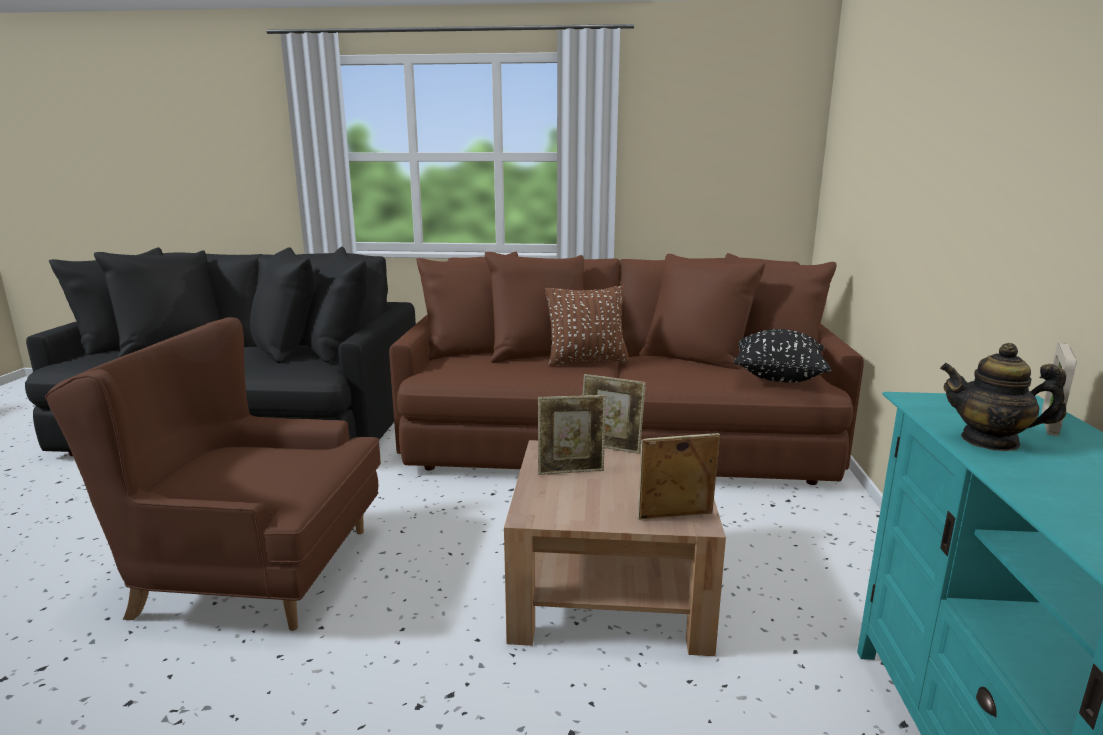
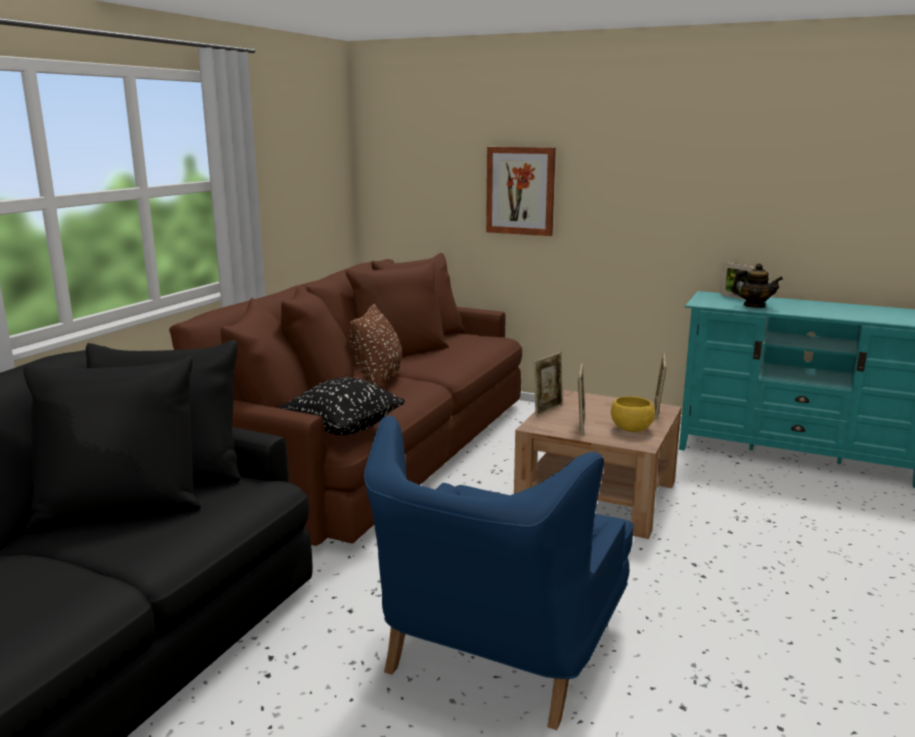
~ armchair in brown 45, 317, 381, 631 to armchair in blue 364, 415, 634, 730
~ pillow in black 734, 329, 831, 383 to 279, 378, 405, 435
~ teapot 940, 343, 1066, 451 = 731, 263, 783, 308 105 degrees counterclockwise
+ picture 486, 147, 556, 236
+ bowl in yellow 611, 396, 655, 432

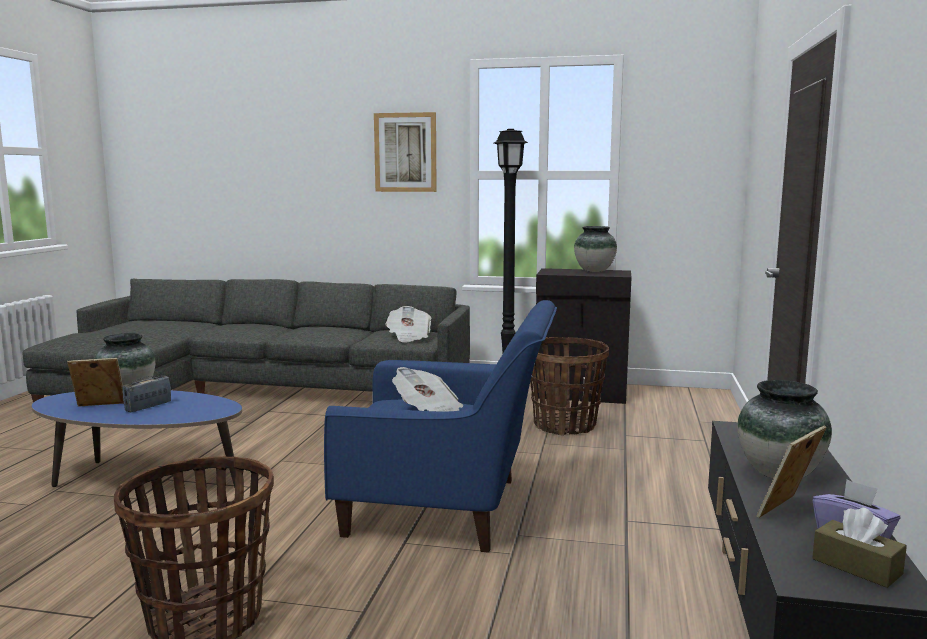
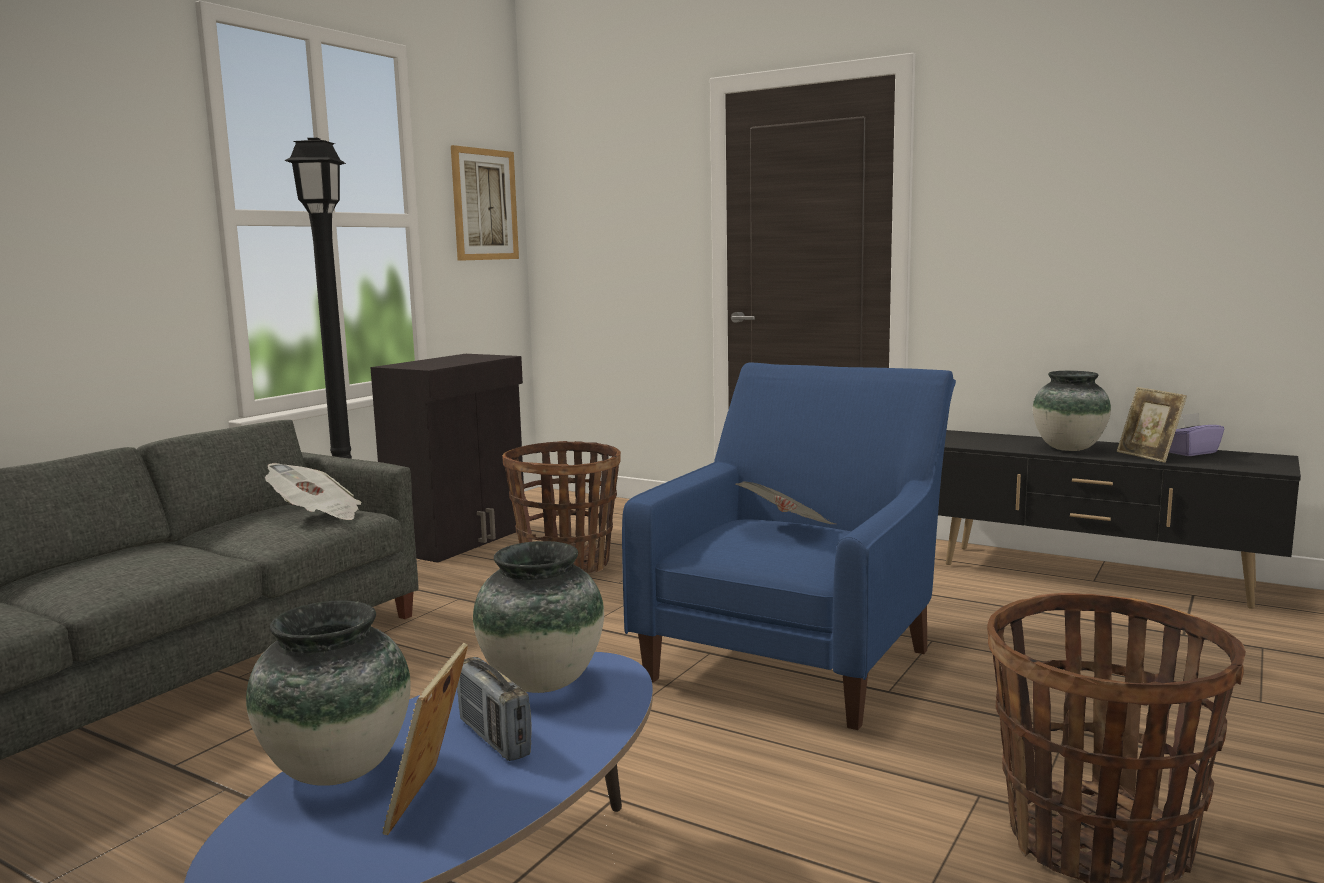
~ picture 374, 112, 437, 192 to 451, 145, 519, 261
~ vase 574, 226, 617, 272 to 473, 541, 604, 693
- tissue box in brown 812, 507, 907, 588

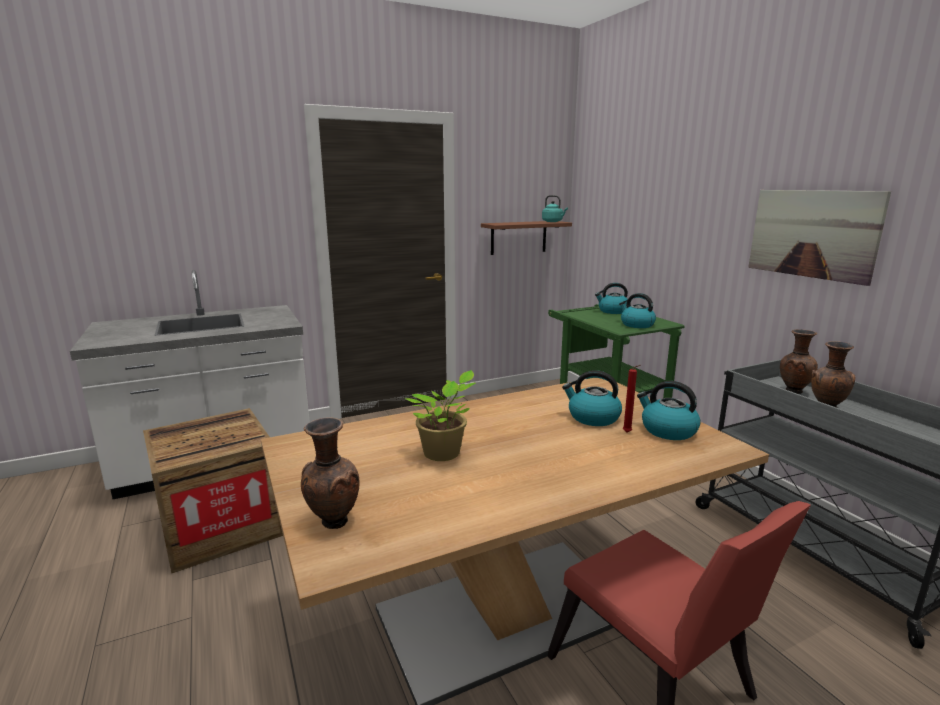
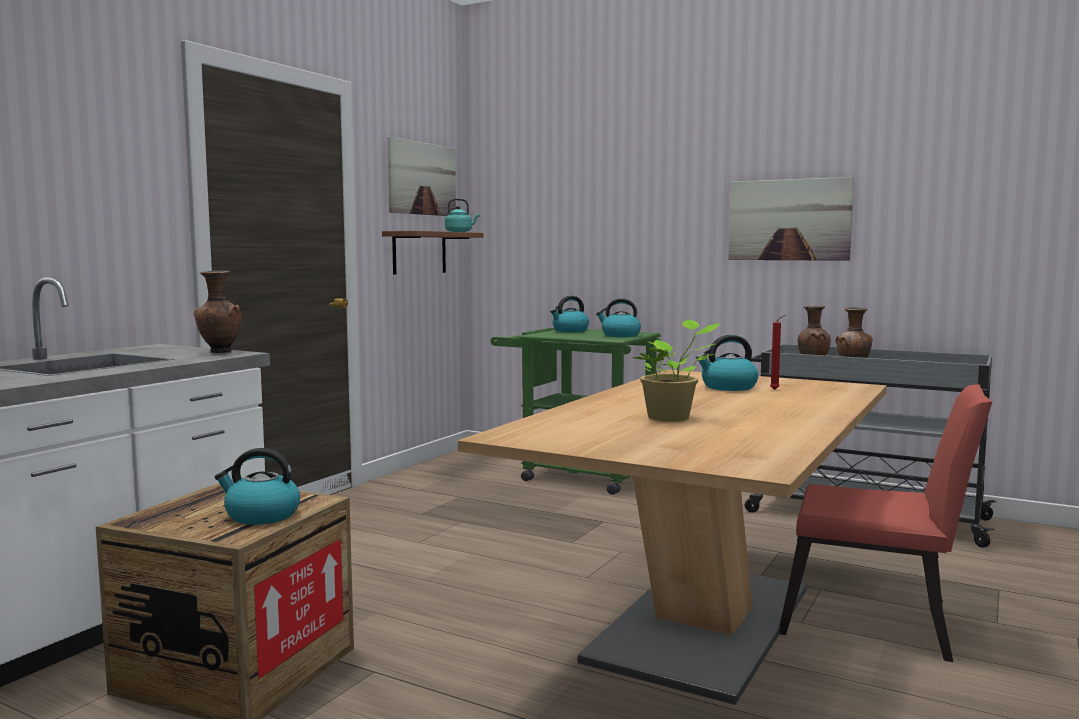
~ kettle 637, 381, 701, 440 to 215, 448, 300, 525
~ vase in brown 301, 417, 360, 529 to 194, 271, 242, 353
+ picture 387, 137, 456, 216

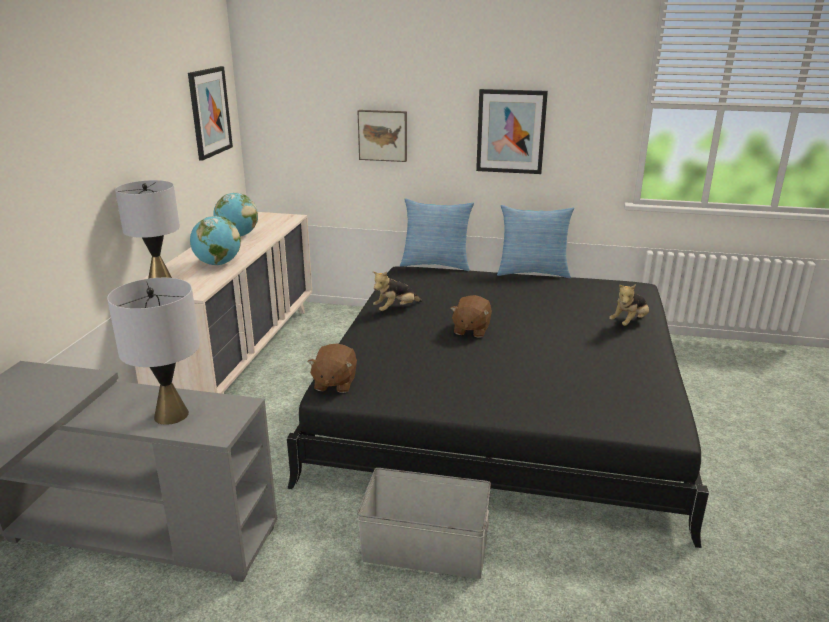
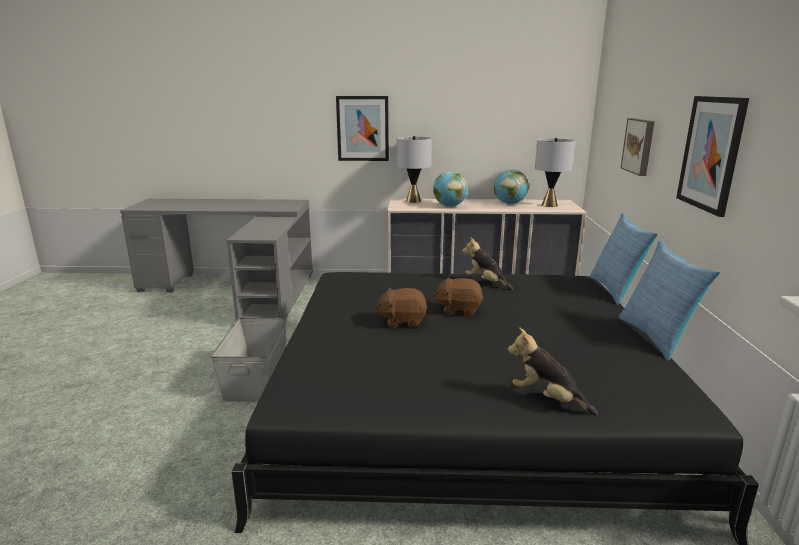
~ picture 188, 66, 233, 161 to 336, 96, 389, 161
~ table lamp in grey 107, 278, 200, 425 to 535, 138, 575, 207
~ plush toy in brown 308, 344, 357, 393 to 375, 288, 428, 328

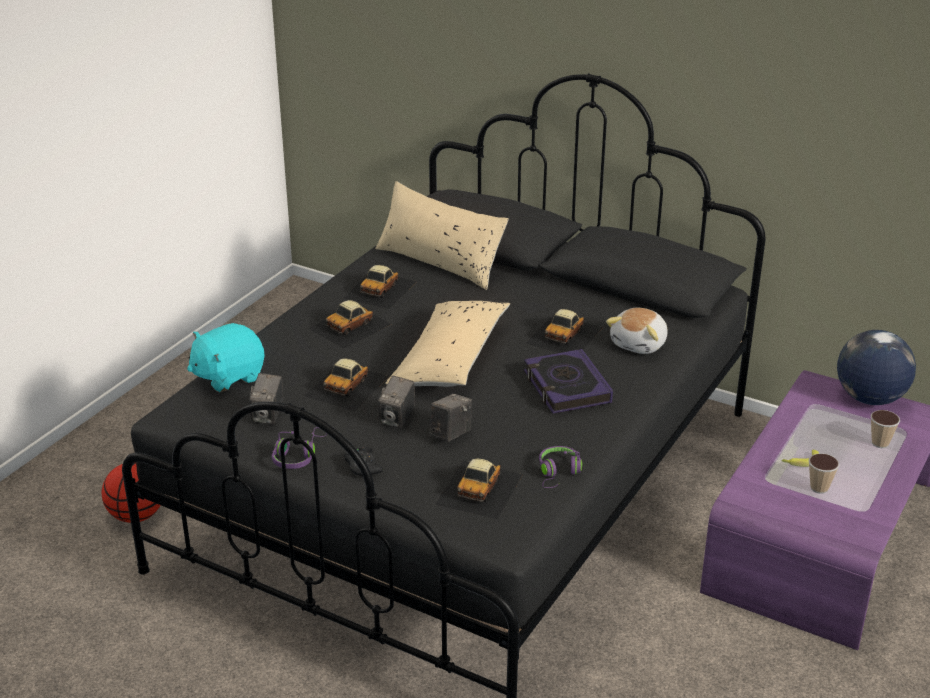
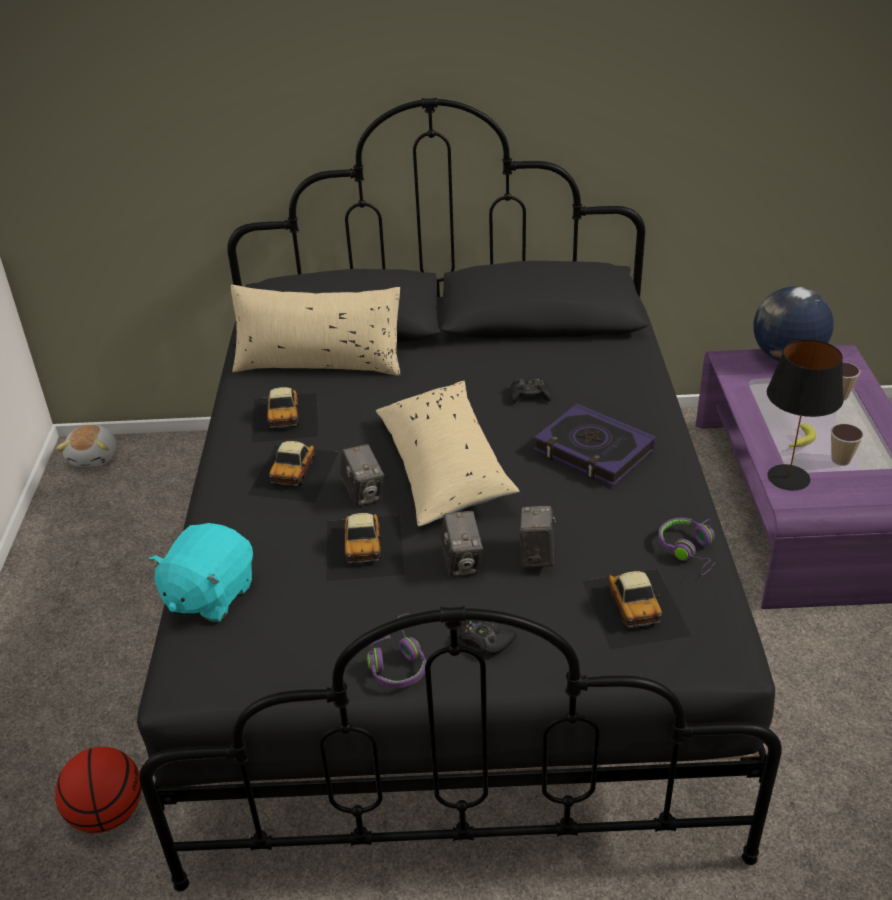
~ plush toy 606, 308, 668, 354 to 56, 425, 116, 467
~ toy car 526, 309, 603, 353 to game controller in black 510, 377, 552, 403
~ photo camera 249, 373, 283, 425 to 340, 444, 384, 507
+ table lamp in black 767, 339, 844, 490

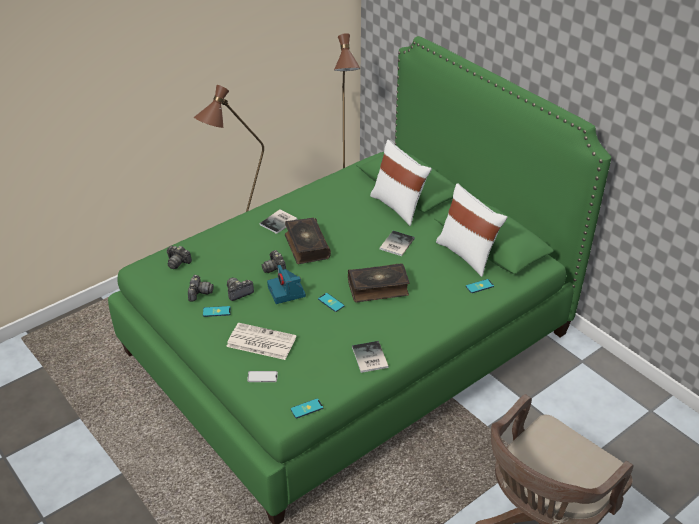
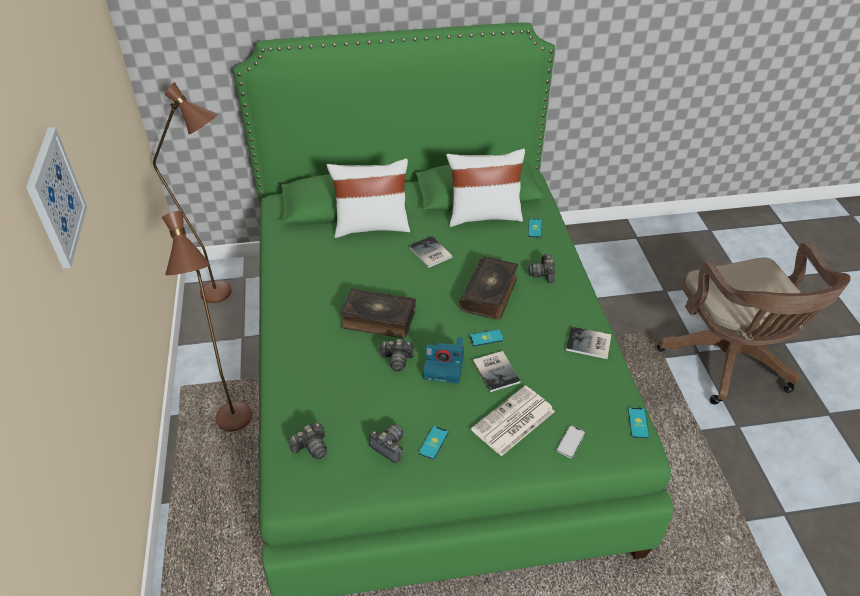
~ book 259, 209, 297, 234 to 473, 351, 521, 392
~ photo camera 227, 278, 254, 301 to 528, 254, 555, 283
+ picture 26, 127, 87, 269

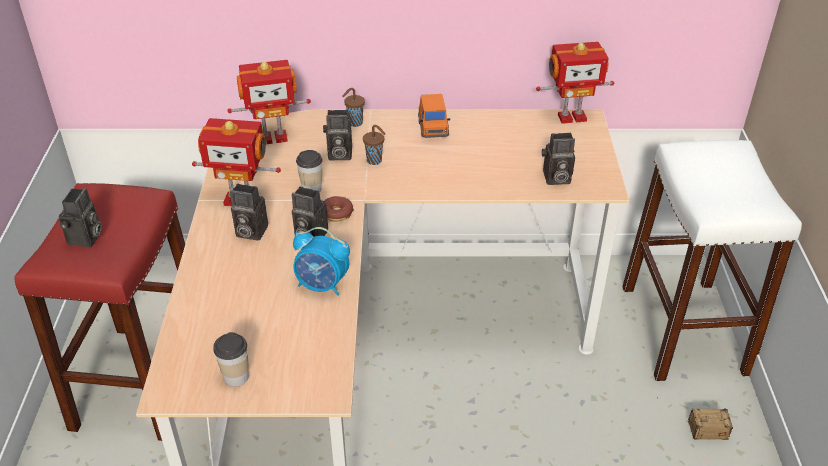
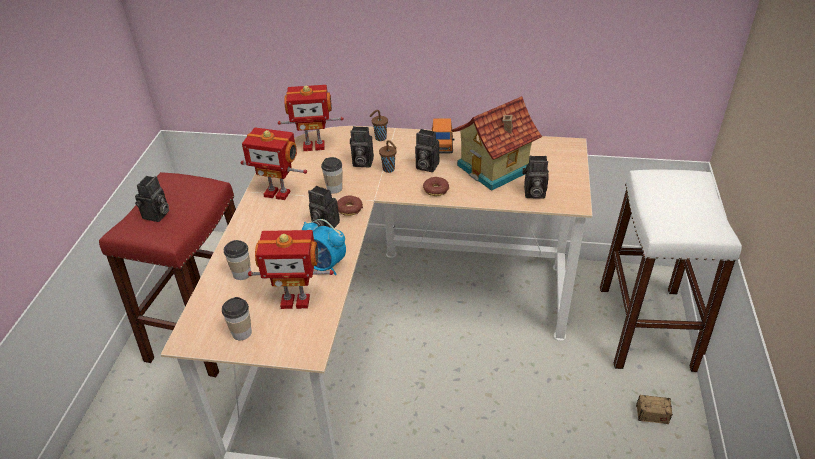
~ toy robot 536, 42, 614, 124 to 248, 230, 334, 309
~ photo camera 230, 183, 268, 241 to 415, 129, 439, 172
+ toy house 452, 96, 542, 191
+ donut 423, 177, 449, 196
+ cup 224, 240, 251, 280

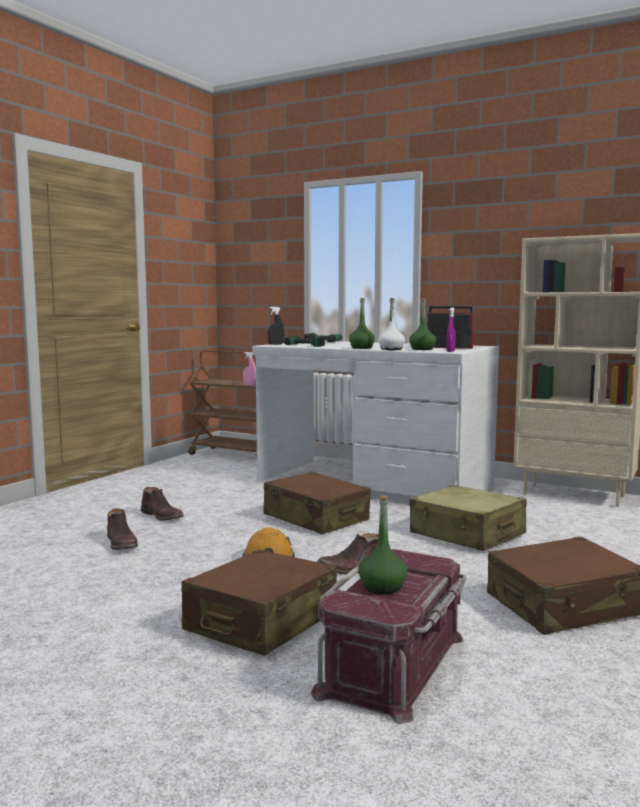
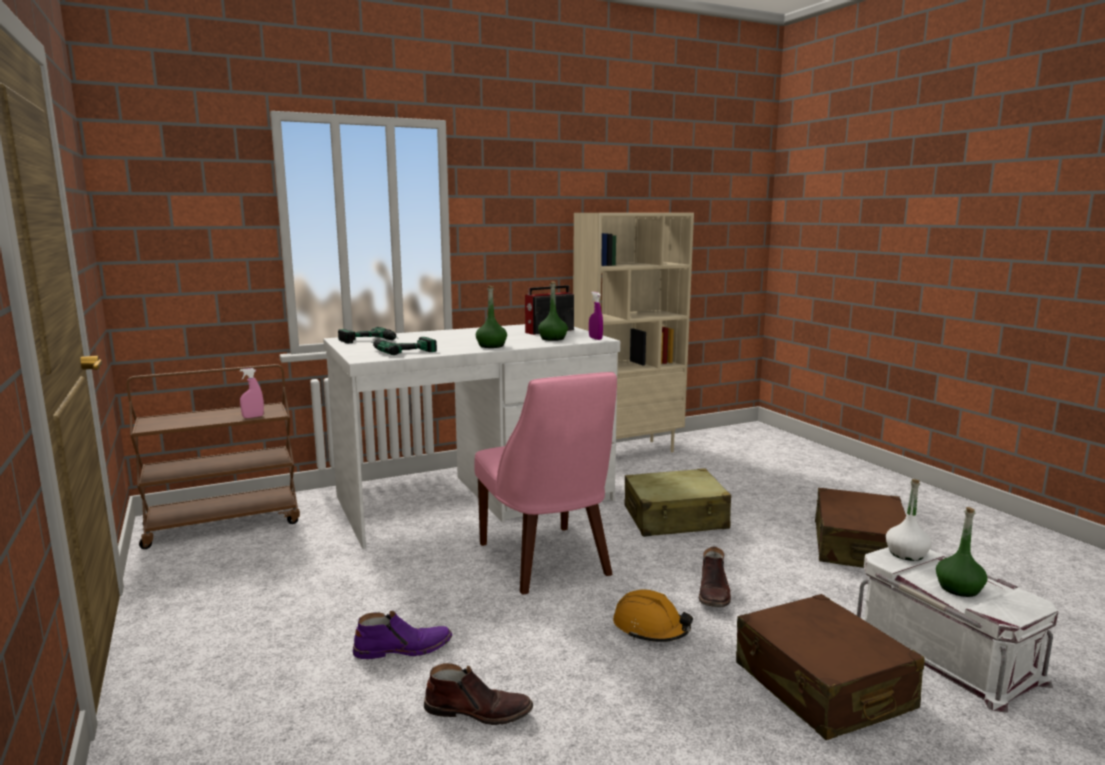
~ bottle in white 378, 298, 405, 350 to 886, 479, 932, 561
- spray bottle in black 268, 307, 284, 345
~ suitcase in brown 264, 472, 371, 534 to chair in pink 474, 372, 617, 595
~ boot in brown 141, 487, 184, 521 to boot in purple 353, 611, 452, 659
~ storage box in red 311, 549, 467, 724 to storage box in white 857, 547, 1058, 713

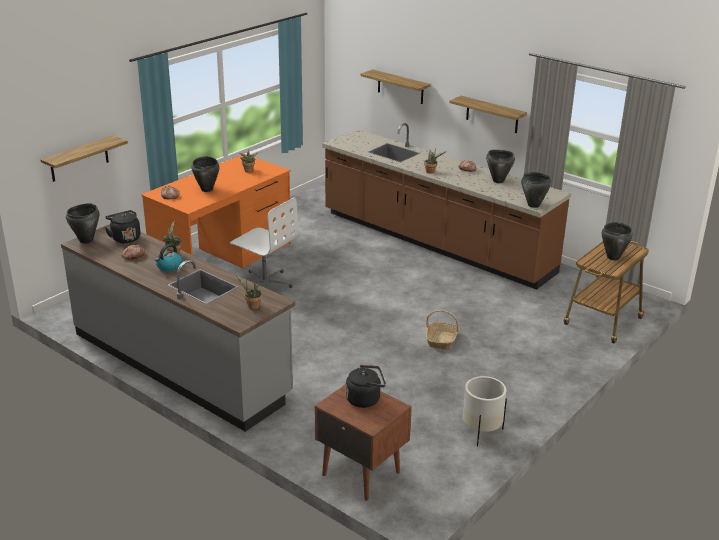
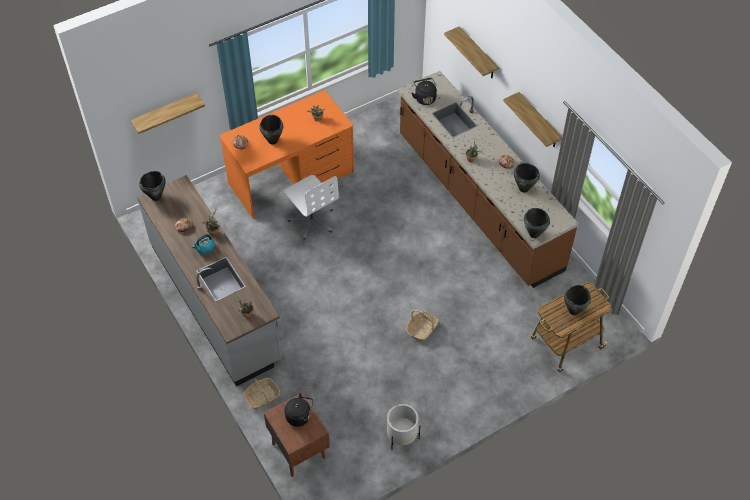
~ kettle in black 105, 210, 141, 244 to 412, 78, 437, 105
+ basket 243, 378, 280, 409

